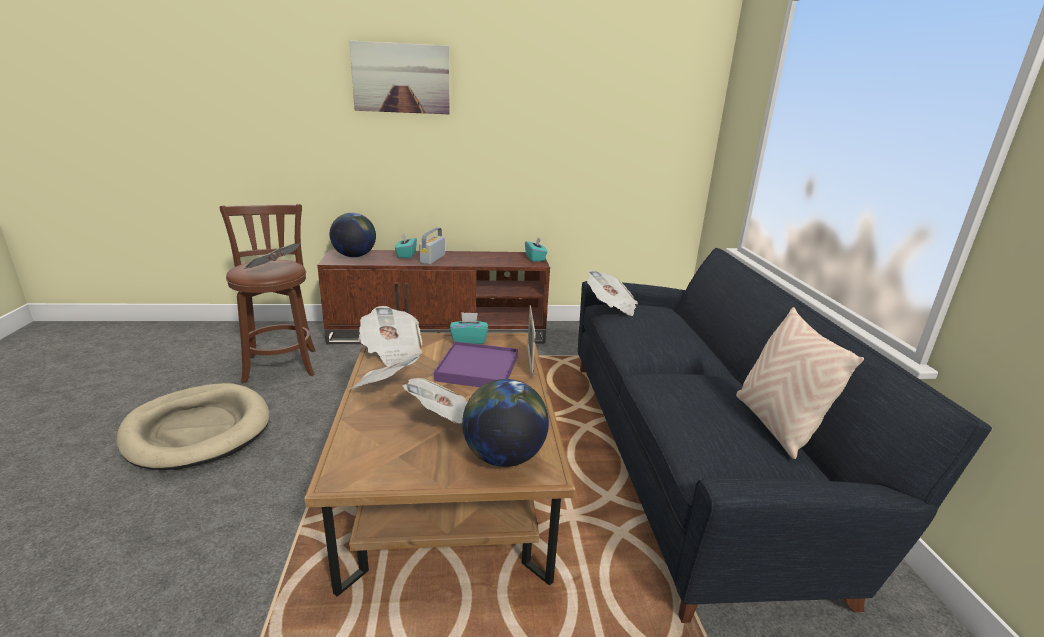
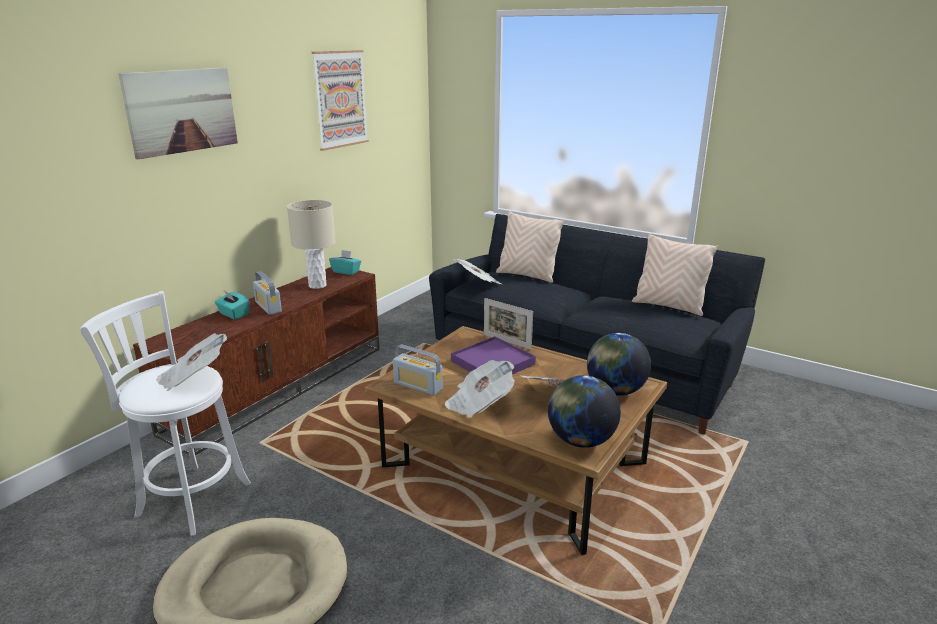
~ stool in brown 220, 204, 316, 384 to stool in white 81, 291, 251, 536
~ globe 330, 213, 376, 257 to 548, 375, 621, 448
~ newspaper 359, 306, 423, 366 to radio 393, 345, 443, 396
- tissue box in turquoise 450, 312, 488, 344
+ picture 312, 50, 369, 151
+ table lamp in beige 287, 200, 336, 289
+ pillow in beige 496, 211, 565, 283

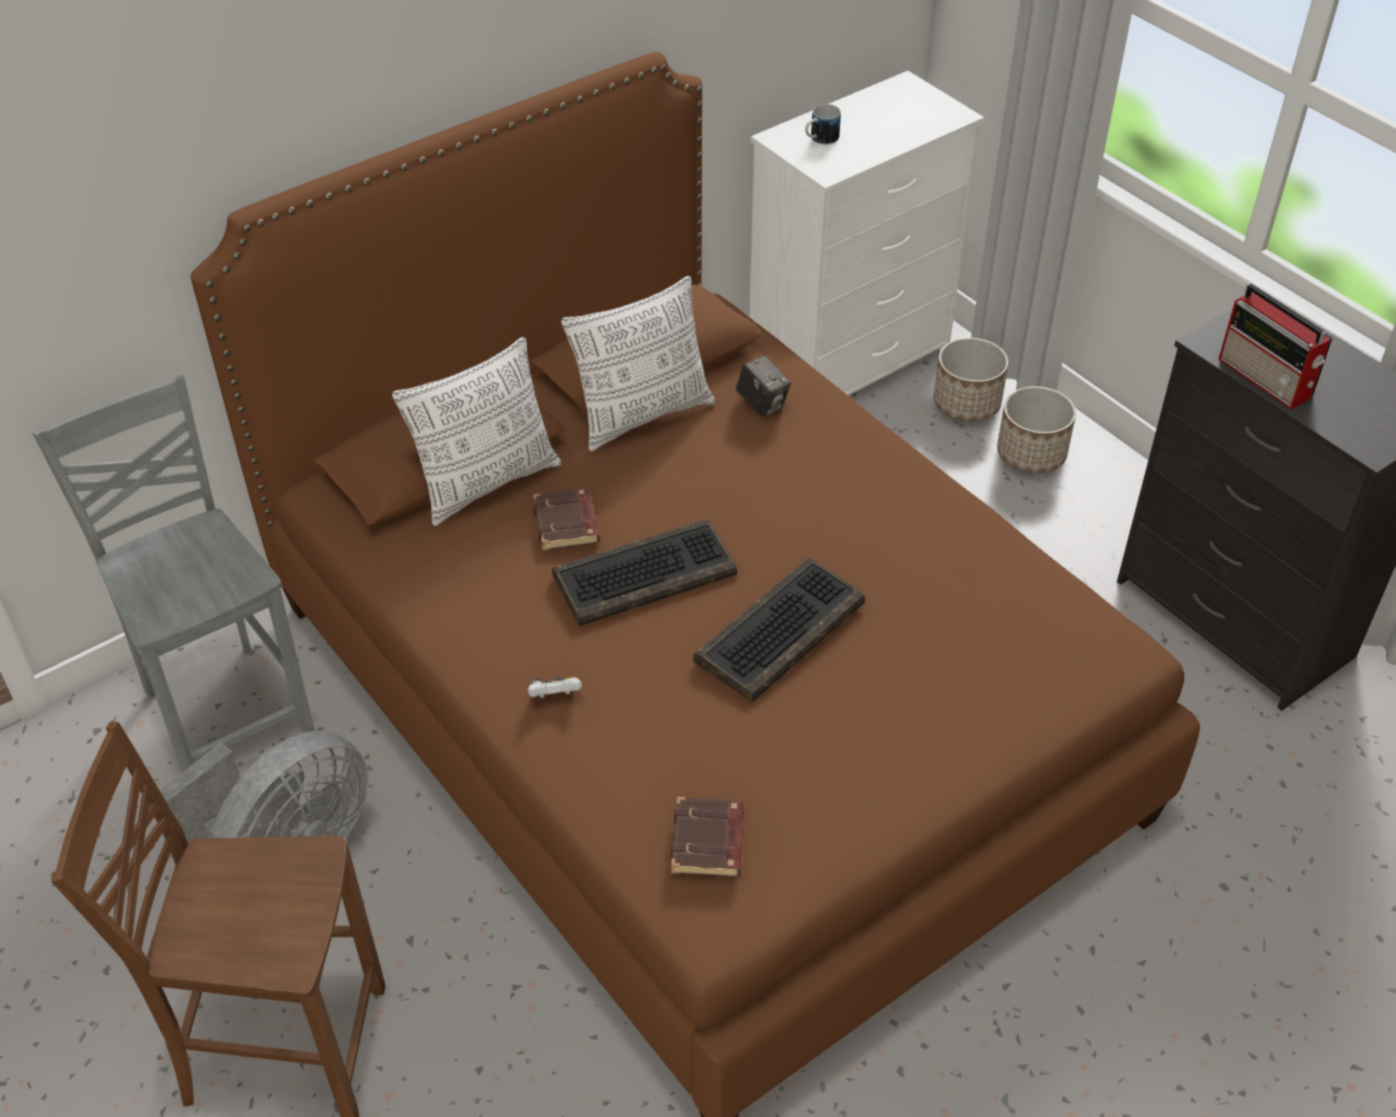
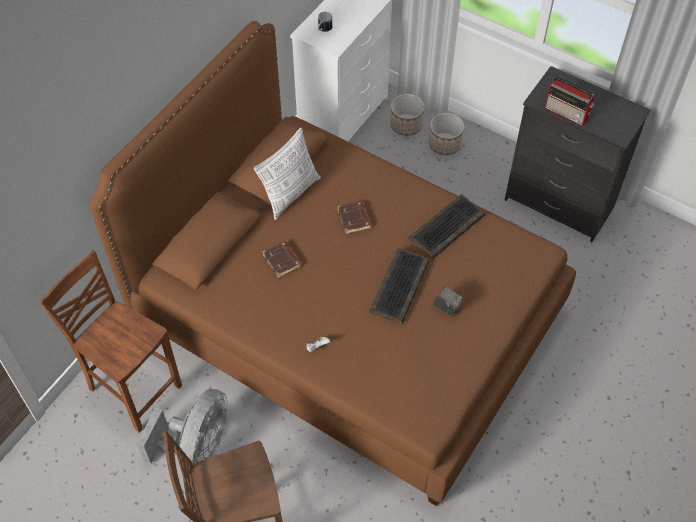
- pillow 392, 337, 561, 526
~ photo camera 736, 355, 791, 417 to 433, 286, 464, 317
~ chair in grey 32, 375, 315, 772 to chair in brown 39, 250, 182, 433
~ keyboard 552, 519, 737, 626 to 409, 194, 485, 259
~ book in brown 671, 797, 745, 877 to 337, 201, 371, 234

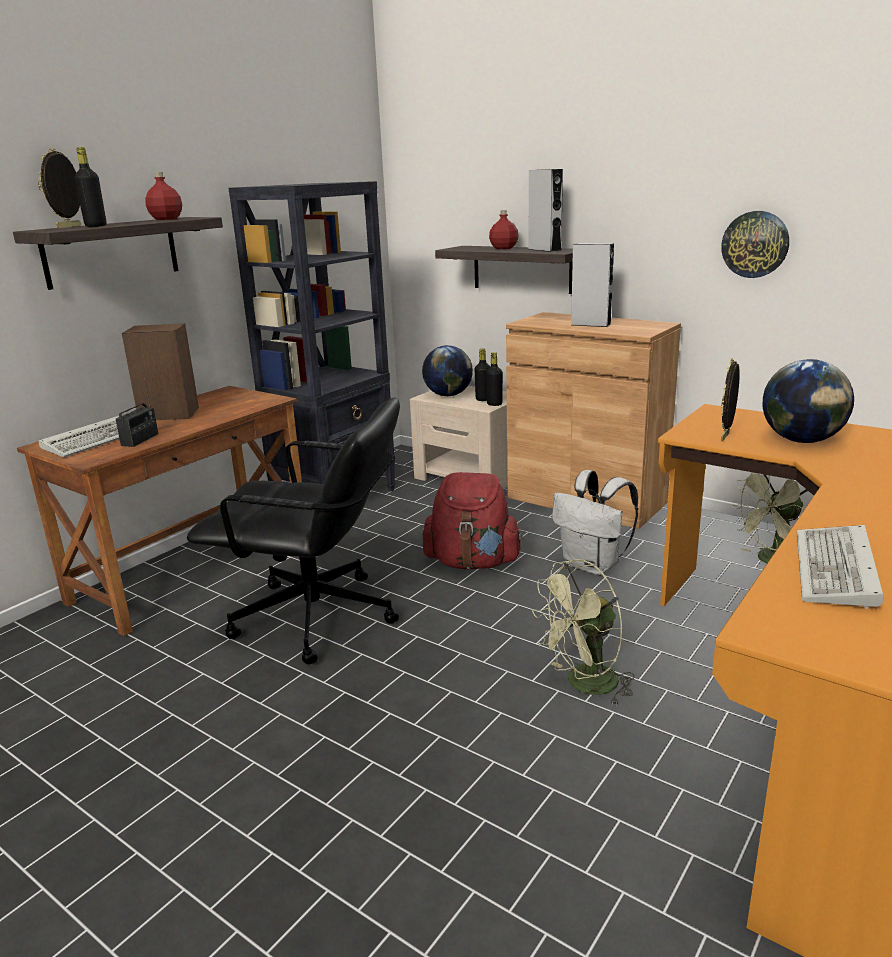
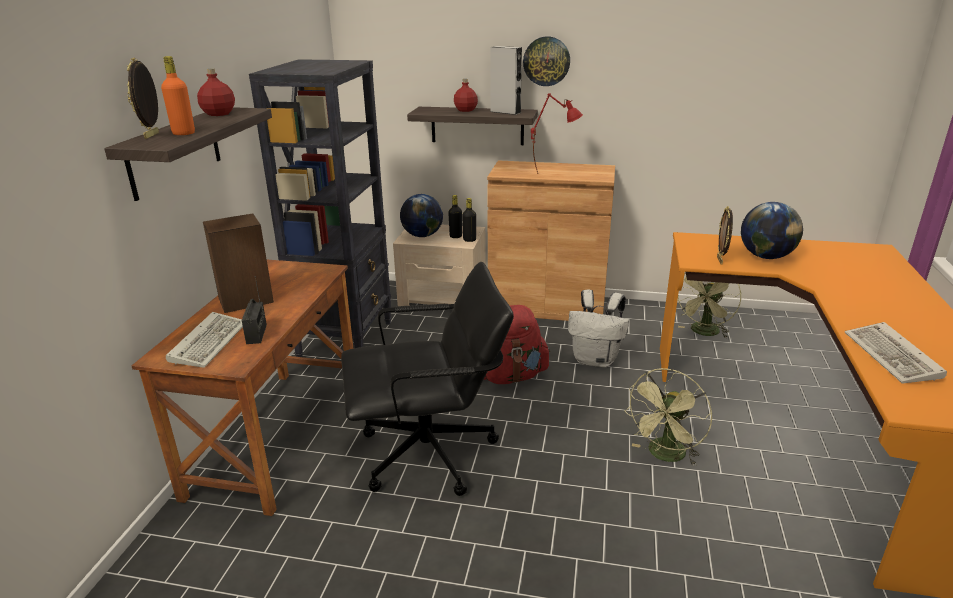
~ bottle in black 74, 147, 107, 227 to bottle in orange 161, 56, 195, 135
~ wall clock 721, 211, 789, 278 to 523, 36, 570, 86
~ speaker in grey 571, 243, 614, 327 to table lamp in red 531, 93, 583, 174

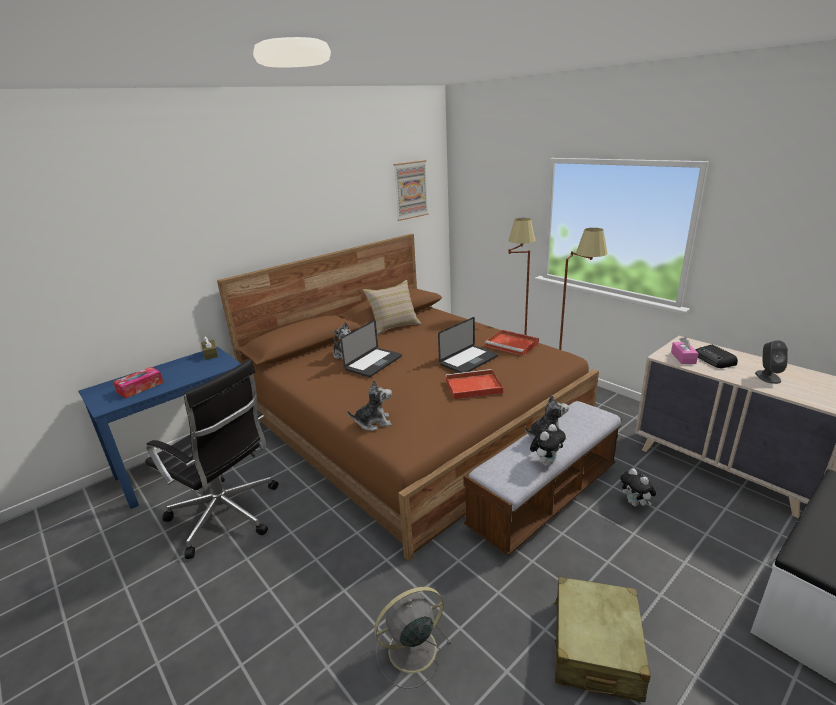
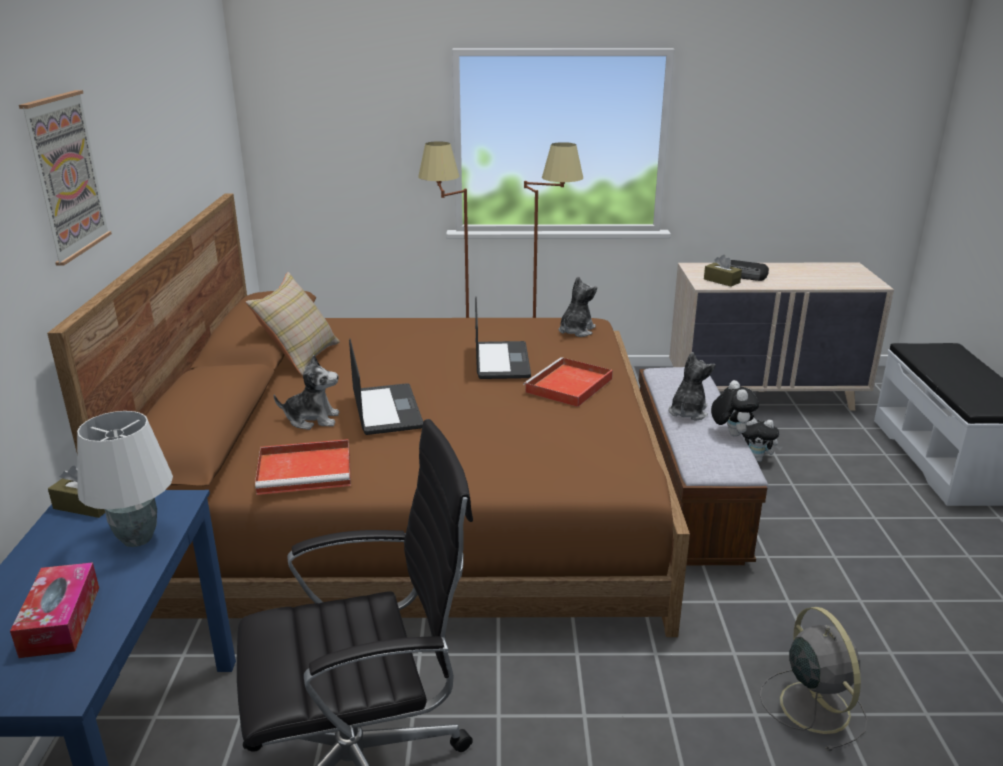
~ picture 394, 160, 429, 221 to 19, 90, 112, 266
~ tray in red 485, 330, 539, 356 to 255, 439, 351, 495
~ tissue box in pink 671, 337, 699, 364 to tissue box in brown 704, 255, 742, 287
- speaker in grey 755, 340, 788, 384
~ plush toy 347, 380, 392, 431 to 559, 276, 597, 337
- suitcase in beige 553, 577, 651, 702
~ fan in grey 374, 587, 452, 689 = 760, 607, 868, 751 150 degrees clockwise
+ table lamp in white 77, 411, 173, 547

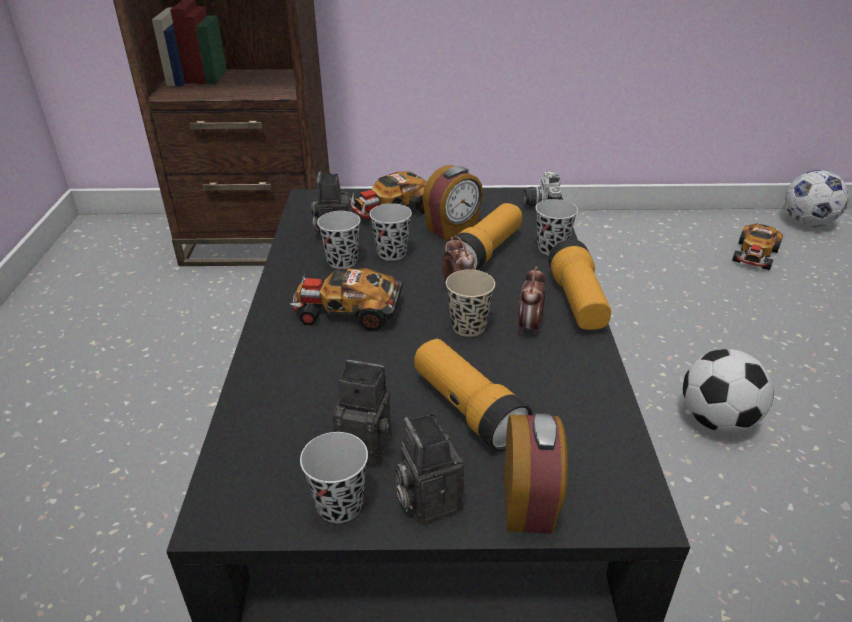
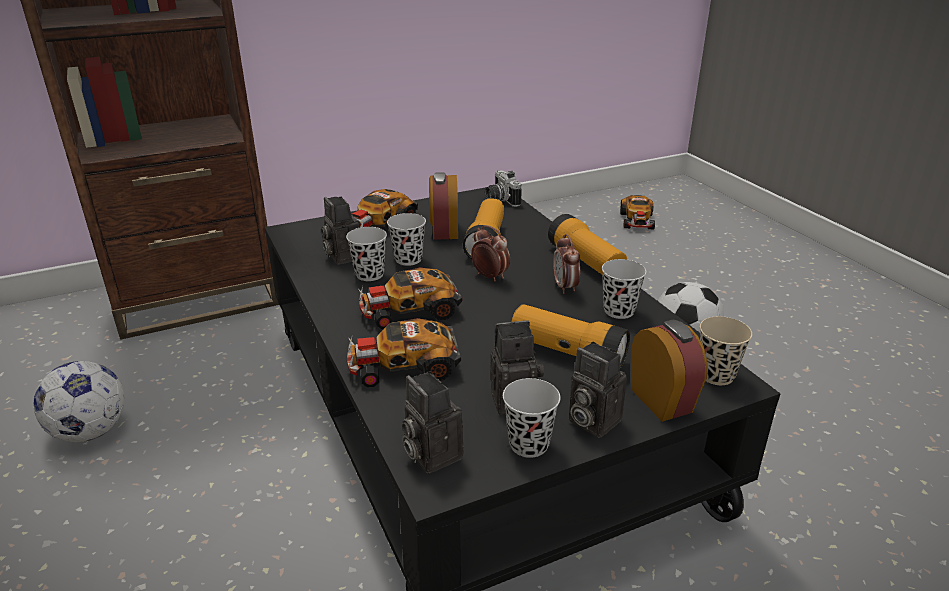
~ alarm clock 422, 165, 483, 240 = 429, 172, 458, 240 150 degrees clockwise
~ football 785, 170, 849, 227 to 34, 361, 125, 442
~ cup in black 536, 199, 578, 256 to 602, 259, 646, 319
~ cup in beige 446, 270, 495, 337 to 700, 316, 752, 385
+ toy car 347, 318, 461, 387
+ photo camera 402, 371, 464, 473

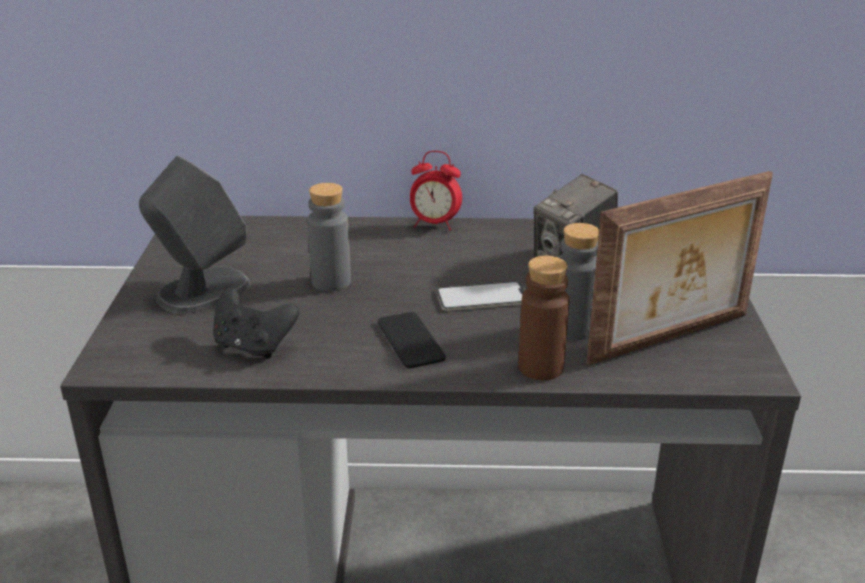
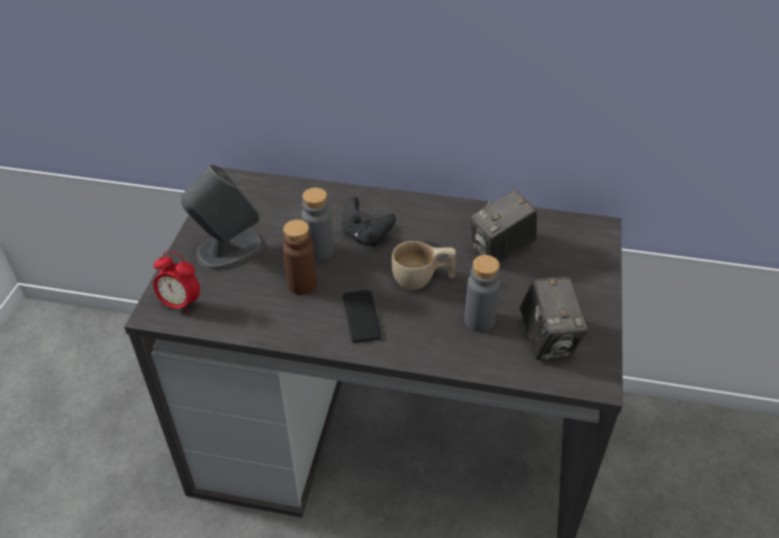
~ alarm clock 410, 151, 462, 231 to 153, 251, 200, 315
~ picture frame 586, 171, 773, 365 to photo camera 519, 277, 588, 360
~ bottle in brown 518, 256, 569, 380 to 283, 220, 317, 295
~ phone 436, 281, 524, 311 to cup in beige 391, 241, 456, 290
~ game controller in black 213, 288, 299, 359 to 341, 197, 396, 246

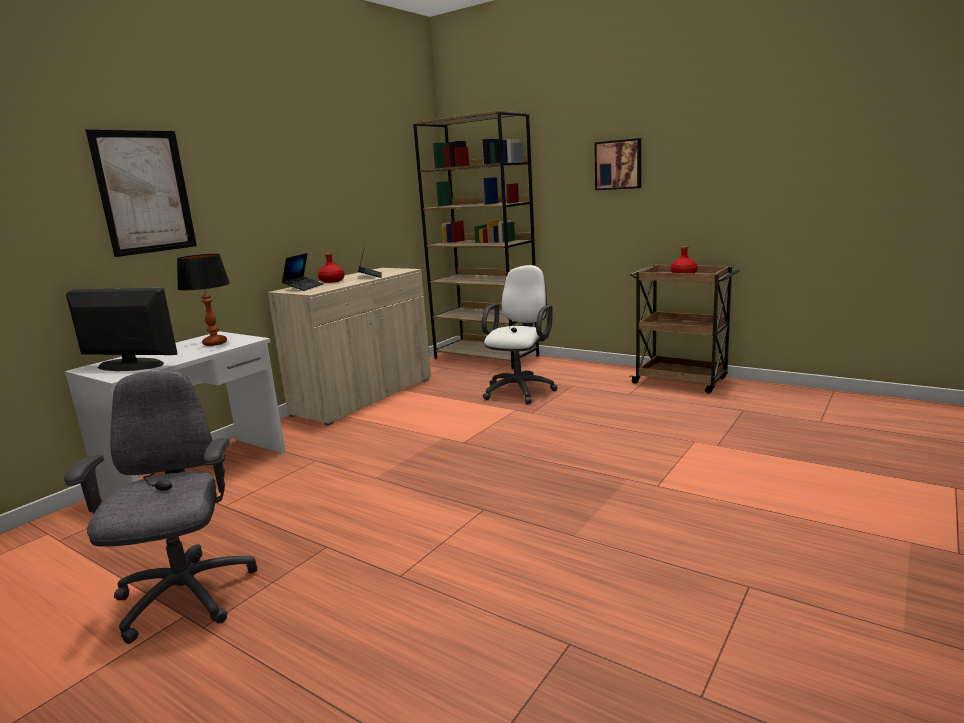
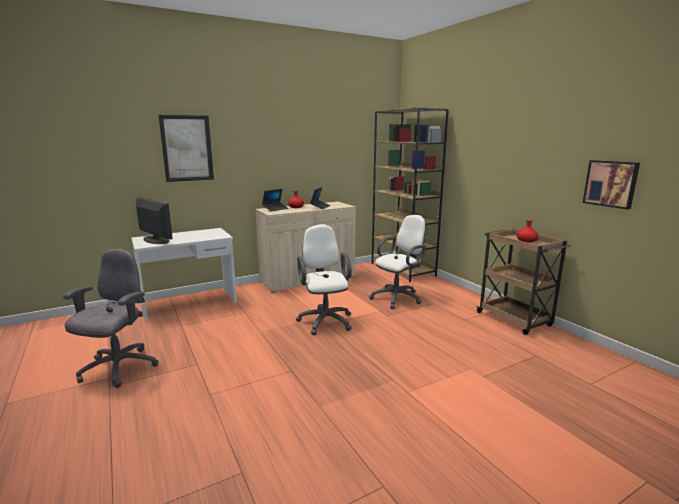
~ picture 594, 138, 641, 190 to 583, 160, 640, 209
- table lamp 177, 254, 230, 346
+ office chair in white 296, 224, 352, 335

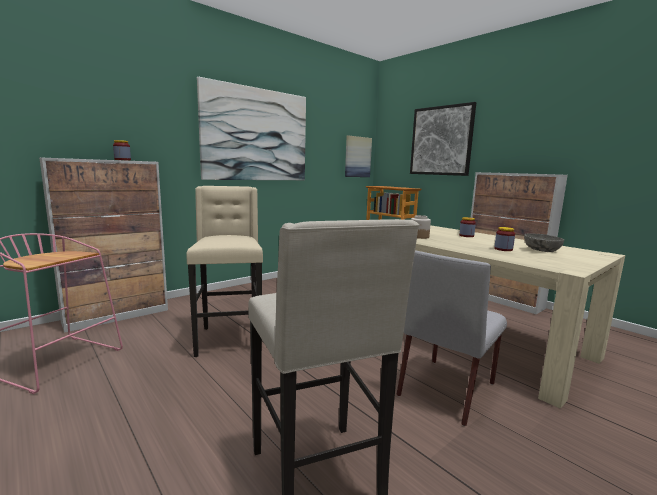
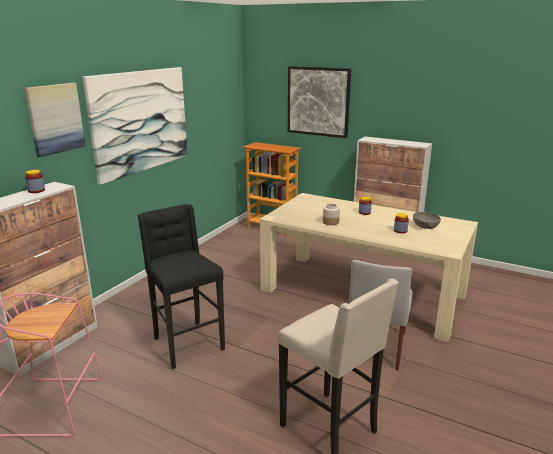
~ picture 345, 135, 372, 177 to 24, 83, 86, 157
~ stool in beige 186, 186, 263, 357 to stool in black 137, 204, 225, 369

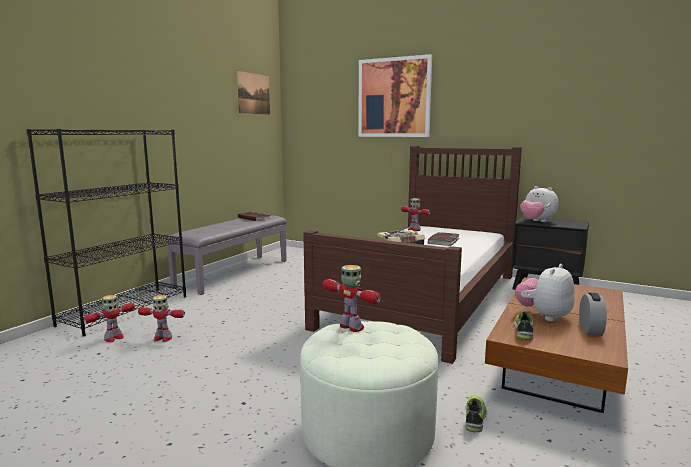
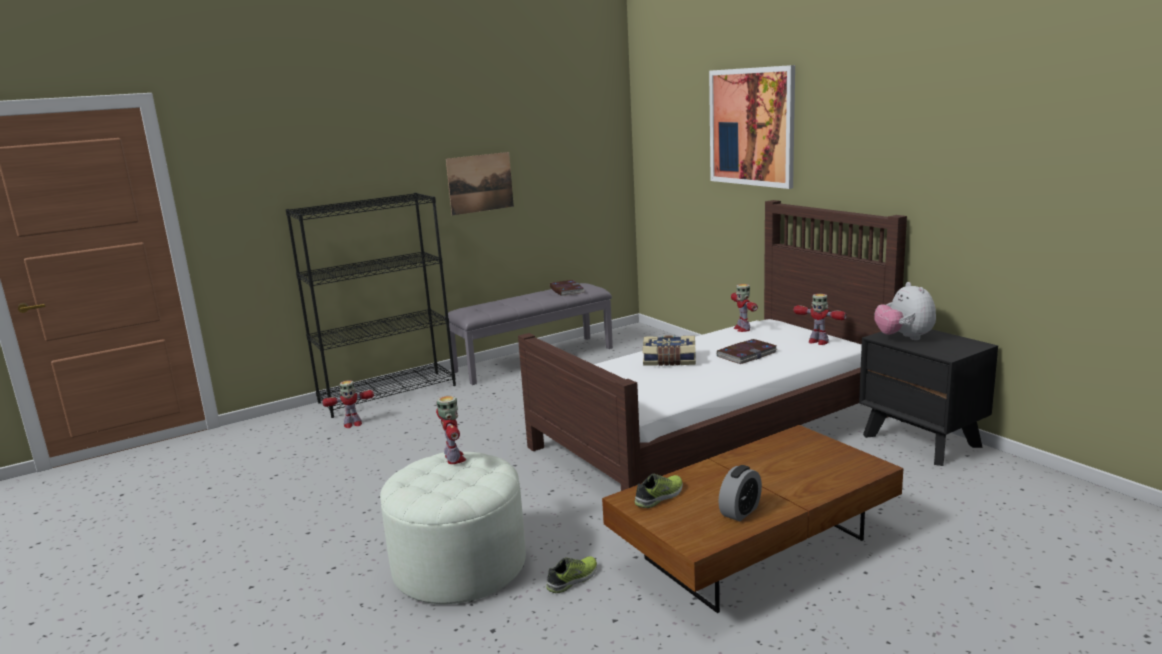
~ picture 236, 71, 270, 115 to 446, 152, 514, 216
- plush toy 515, 264, 575, 321
~ toy robot 138, 295, 185, 342 to 793, 294, 847, 345

